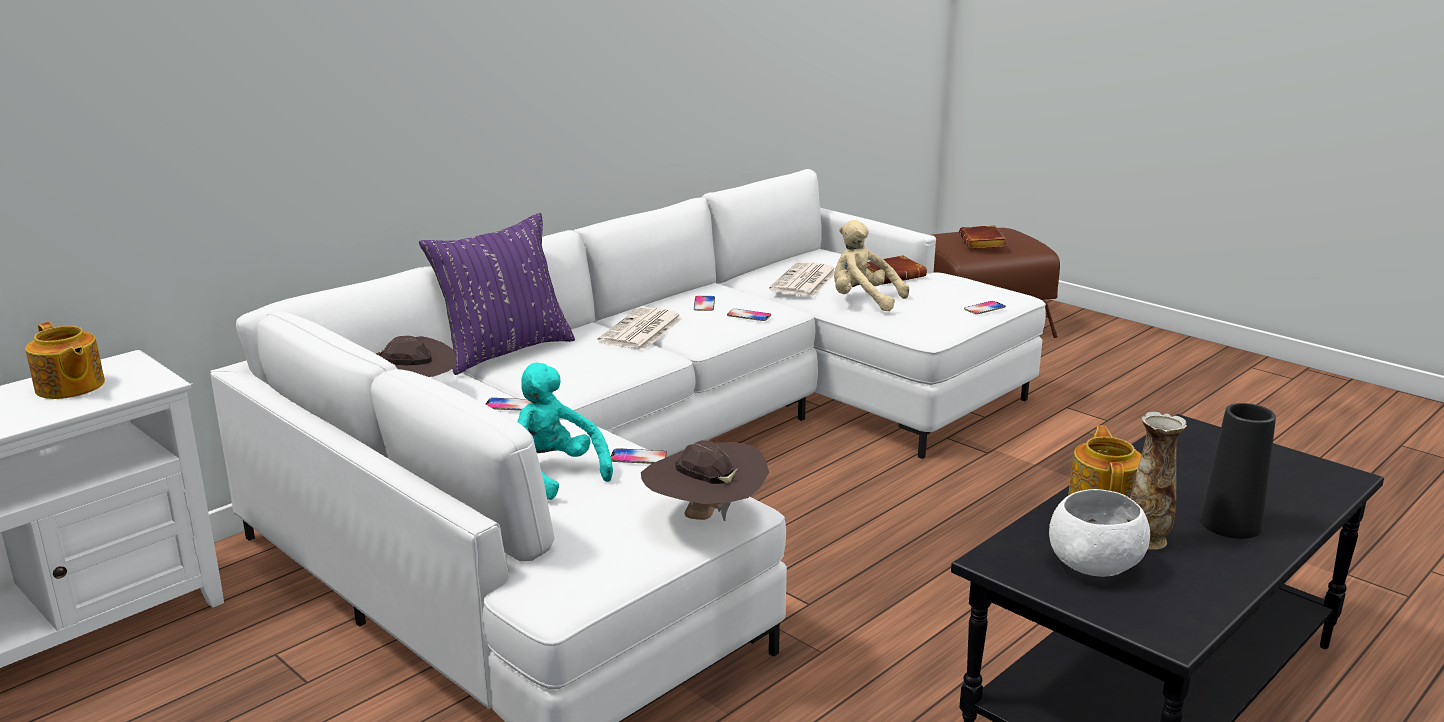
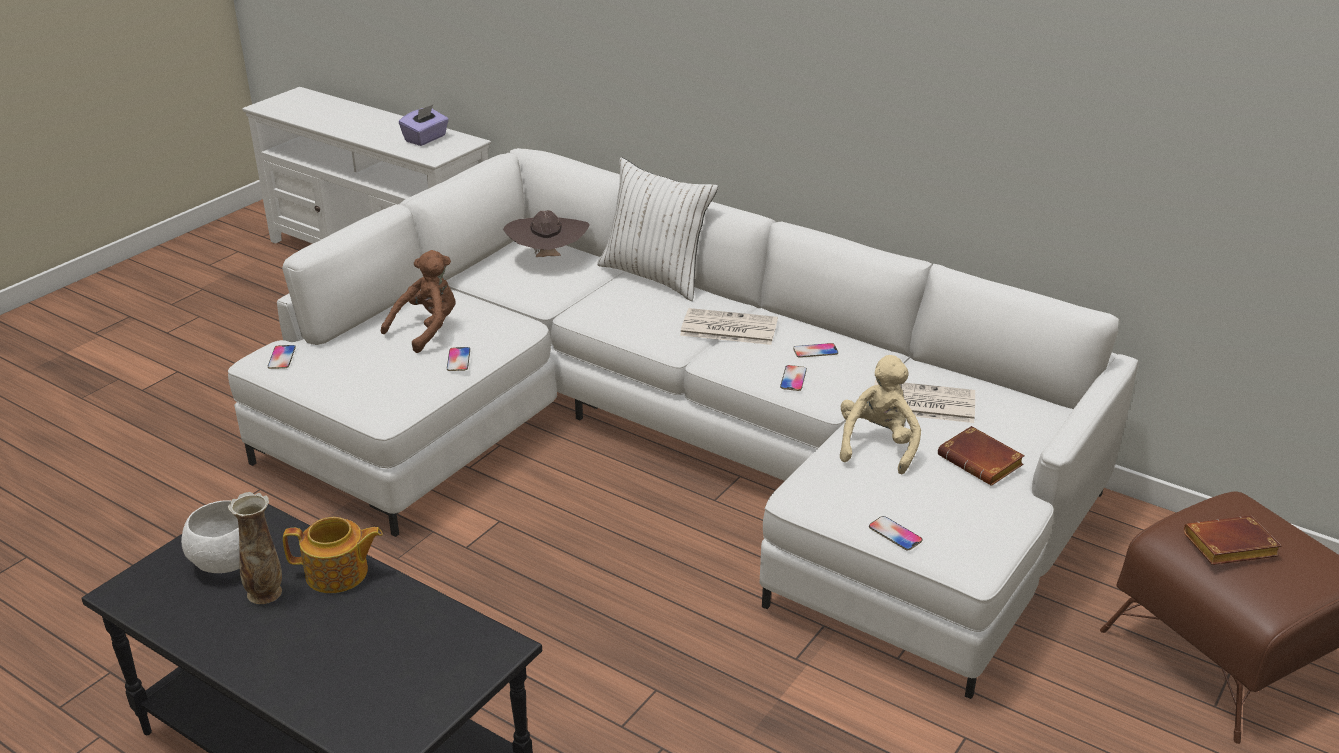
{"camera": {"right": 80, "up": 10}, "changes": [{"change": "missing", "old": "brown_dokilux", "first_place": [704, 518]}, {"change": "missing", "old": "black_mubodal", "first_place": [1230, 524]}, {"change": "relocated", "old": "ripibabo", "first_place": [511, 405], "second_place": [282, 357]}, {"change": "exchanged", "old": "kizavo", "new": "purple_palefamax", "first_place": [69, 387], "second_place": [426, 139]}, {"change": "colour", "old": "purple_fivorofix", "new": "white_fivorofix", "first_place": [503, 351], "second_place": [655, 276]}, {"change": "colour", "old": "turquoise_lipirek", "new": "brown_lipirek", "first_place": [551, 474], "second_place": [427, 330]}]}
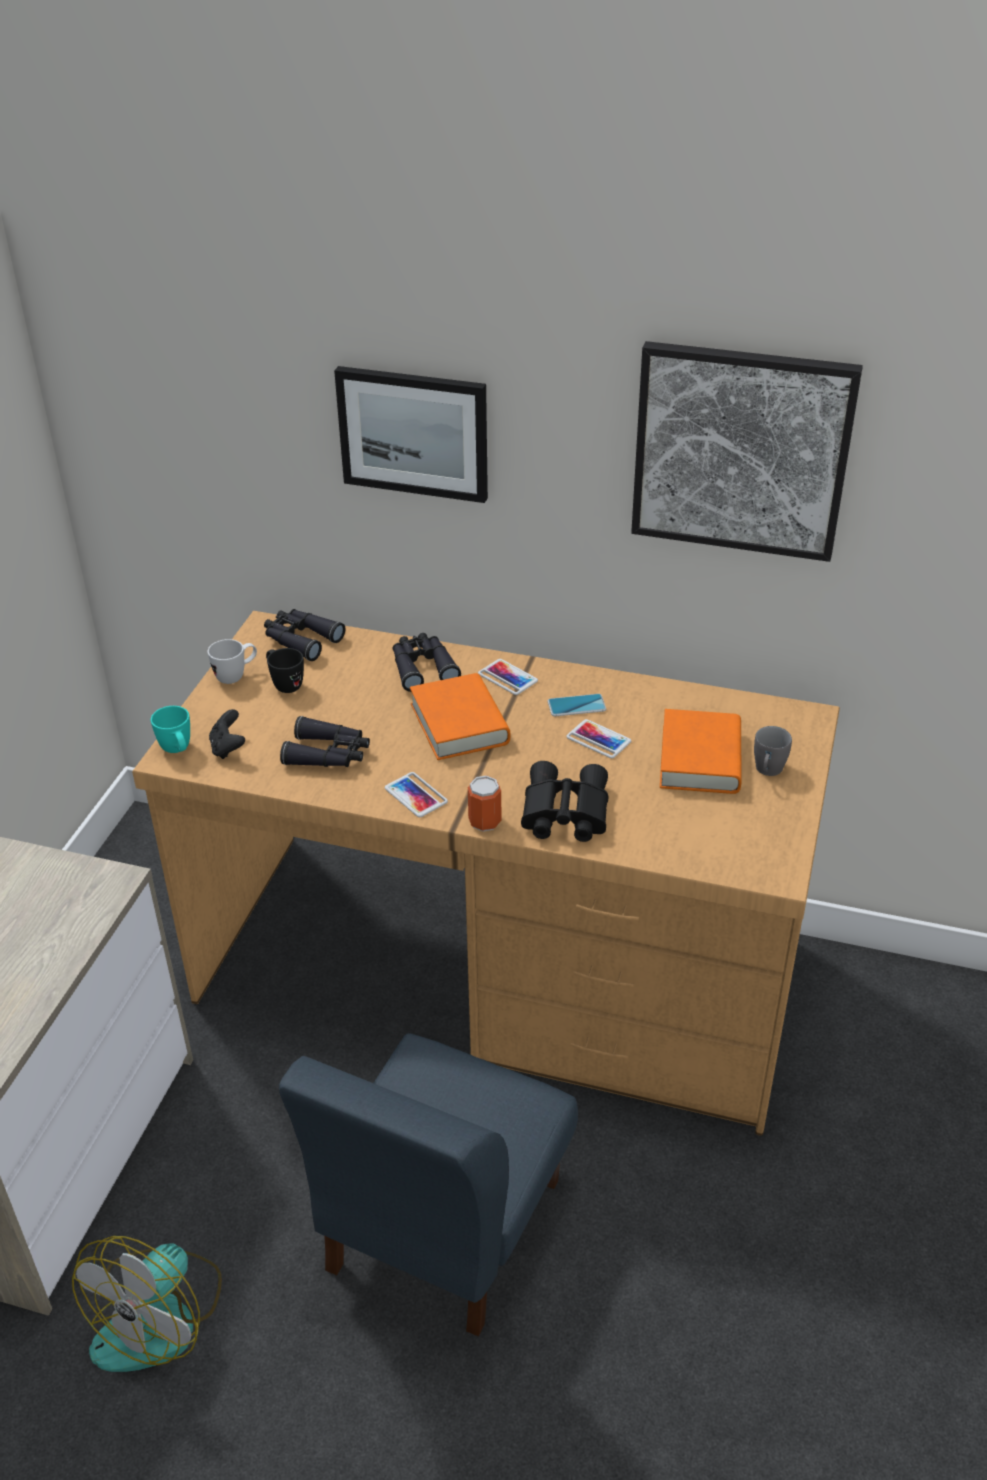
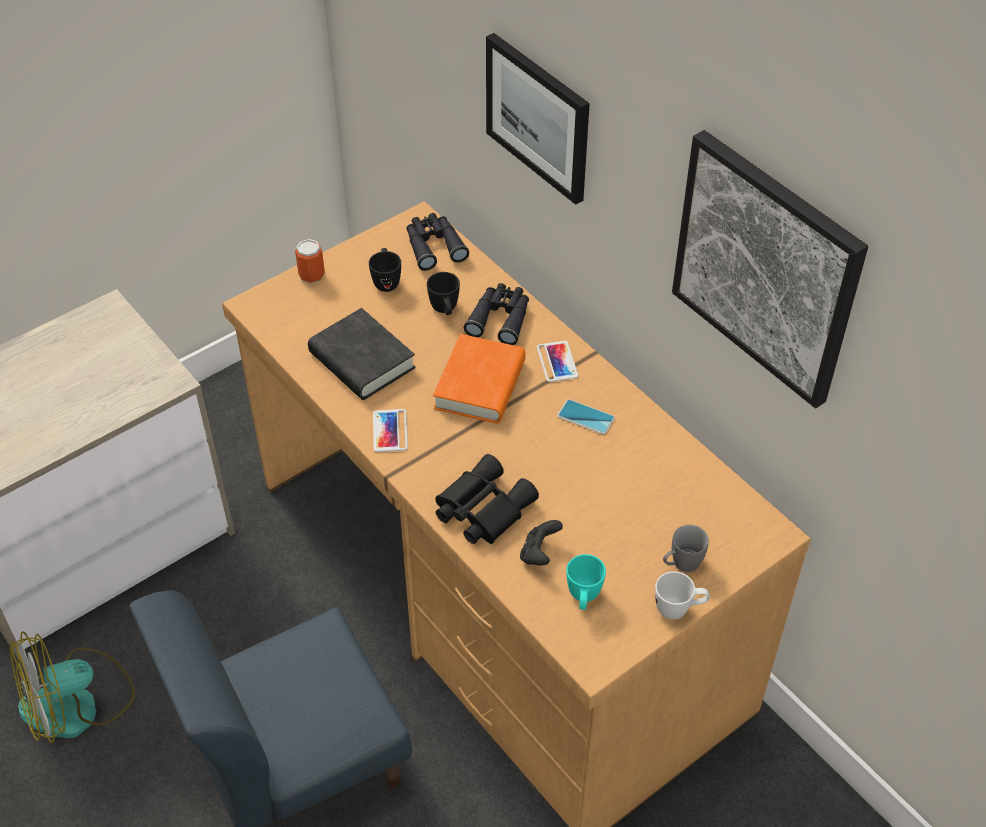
{"camera": {"right": 35, "up": 10}, "changes": [{"change": "missing", "old": "ripibabo", "first_place": [598, 739]}, {"change": "missing", "old": "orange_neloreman", "first_place": [700, 759]}, {"change": "appeared", "new": "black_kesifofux", "second_place": [445, 311]}, {"change": "relocated", "old": "turquoise_kesifofux", "first_place": [178, 751], "second_place": [583, 599]}, {"change": "relocated", "old": "white_kesifofux", "first_place": [236, 676], "second_place": [679, 609]}, {"change": "relocated", "old": "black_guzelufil", "first_place": [228, 748], "second_place": [539, 553]}, {"change": "relocated", "old": "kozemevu", "first_place": [484, 821], "second_place": [311, 275]}, {"change": "exchanged", "old": "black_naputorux", "new": "black_neloreman", "first_place": [329, 754], "second_place": [362, 361]}]}
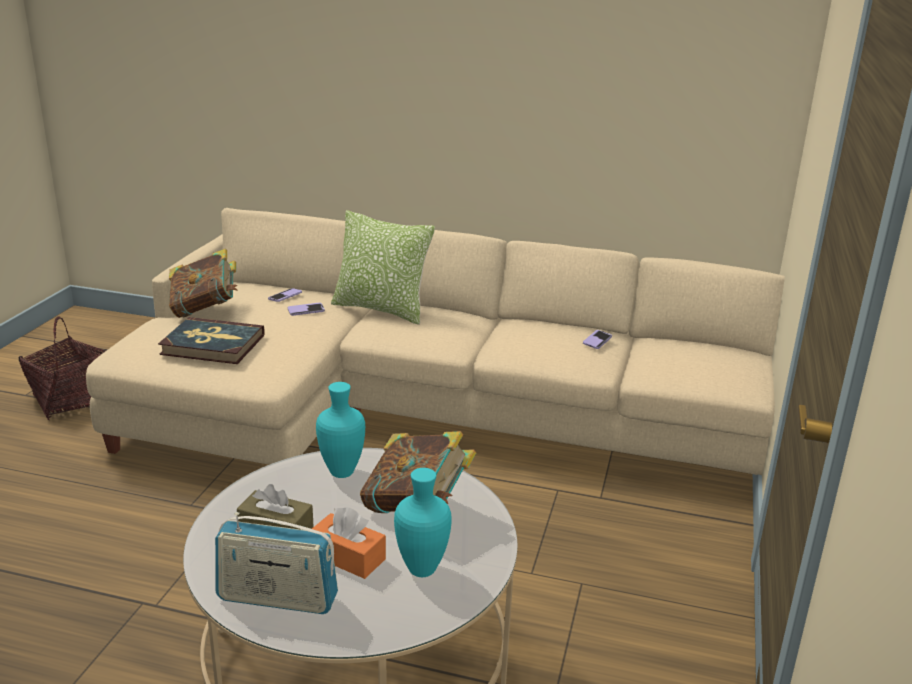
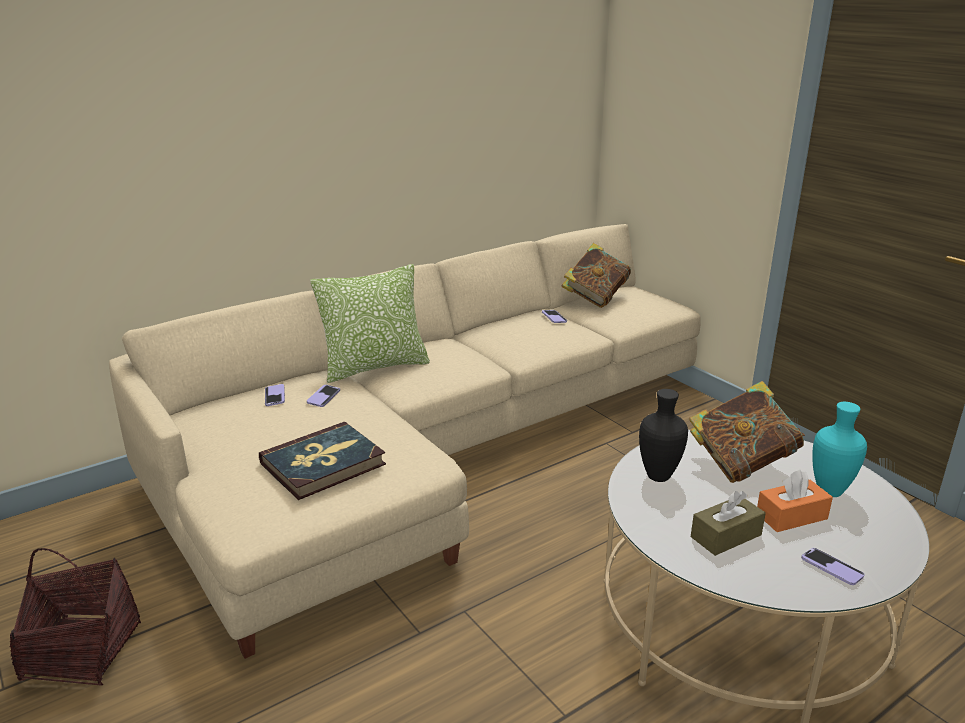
{"camera": {"right": -50, "up": 0}, "changes": [{"change": "relocated", "old": "neloreman", "first_place": [205, 310], "second_place": [595, 298]}, {"change": "exchanged", "old": "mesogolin", "new": "ripibabo", "first_place": [277, 598], "second_place": [831, 568]}, {"change": "colour", "old": "turquoise_mubodal", "new": "black_mubodal", "first_place": [342, 473], "second_place": [660, 476]}]}
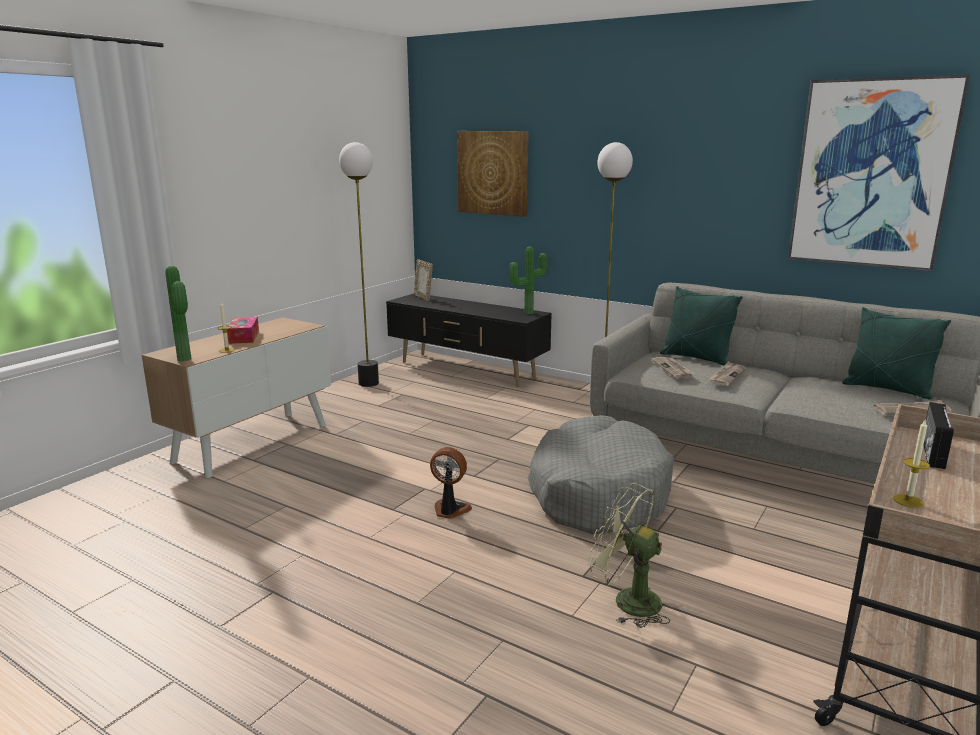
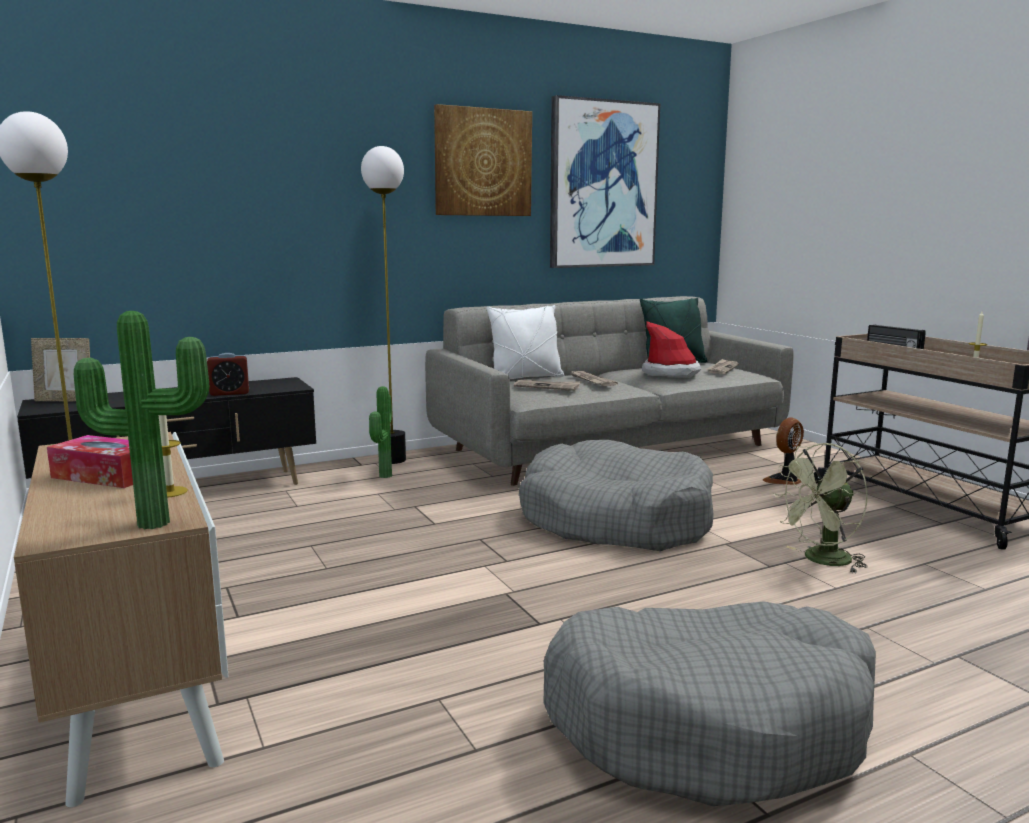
{"camera": {"right": -60, "up": -5}, "changes": [{"change": "appeared", "new": "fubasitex", "second_place": [229, 393]}, {"change": "appeared", "new": "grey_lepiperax", "second_place": [710, 724]}, {"change": "appeared", "new": "dokilux", "second_place": [671, 373]}, {"change": "relocated", "old": "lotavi", "first_place": [450, 510], "second_place": [784, 481]}, {"change": "relocated", "old": "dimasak", "first_place": [493, 173], "second_place": [483, 162]}, {"change": "relocated", "old": "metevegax", "first_place": [527, 312], "second_place": [383, 476]}, {"change": "colour", "old": "green_fivorofix", "new": "white_fivorofix", "first_place": [696, 358], "second_place": [526, 378]}]}
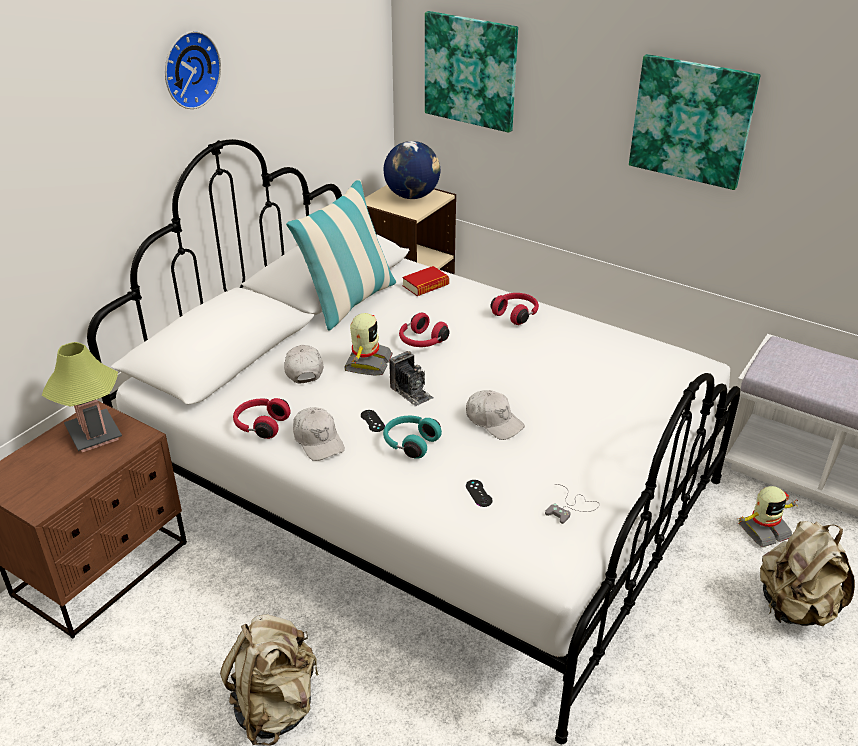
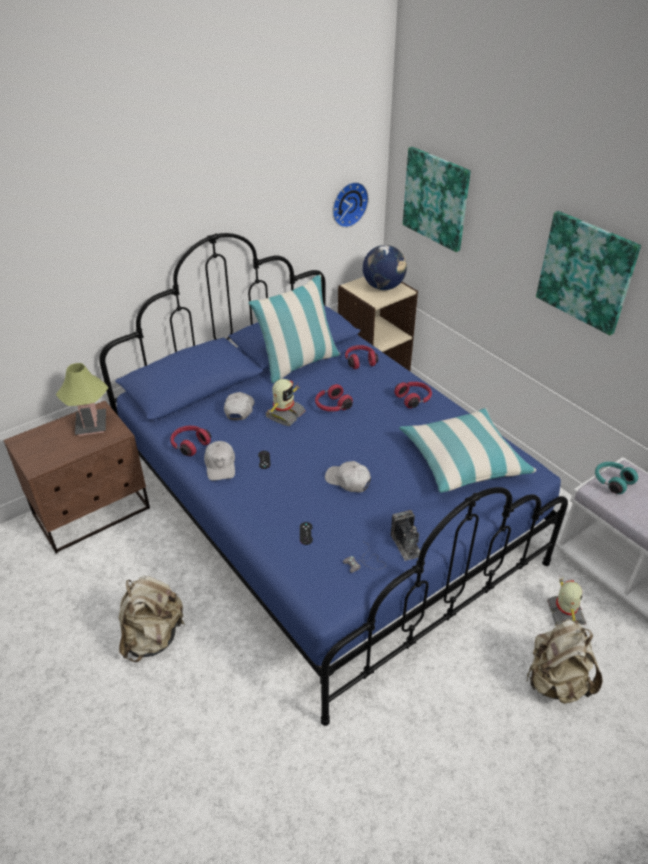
{"camera": {"right": 20, "up": 5}, "changes": [{"change": "appeared", "new": "fivorofix", "second_place": [463, 460]}, {"change": "relocated", "old": "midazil", "first_place": [189, 69], "second_place": [348, 203]}, {"change": "relocated", "old": "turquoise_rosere", "first_place": [410, 443], "second_place": [612, 481]}, {"change": "relocated", "old": "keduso", "first_place": [411, 392], "second_place": [406, 545]}, {"change": "exchanged", "old": "neloreman", "new": "red_rosere", "first_place": [425, 285], "second_place": [360, 361]}, {"change": "colour", "old": "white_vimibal", "new": "blue_vimibal", "first_place": [429, 493], "second_place": [324, 515]}, {"change": "spun", "old": "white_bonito", "first_place": [494, 421], "second_place": [348, 481], "degrees": 150}, {"change": "spun", "old": "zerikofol", "first_place": [763, 530], "second_place": [564, 613], "degrees": -90}]}
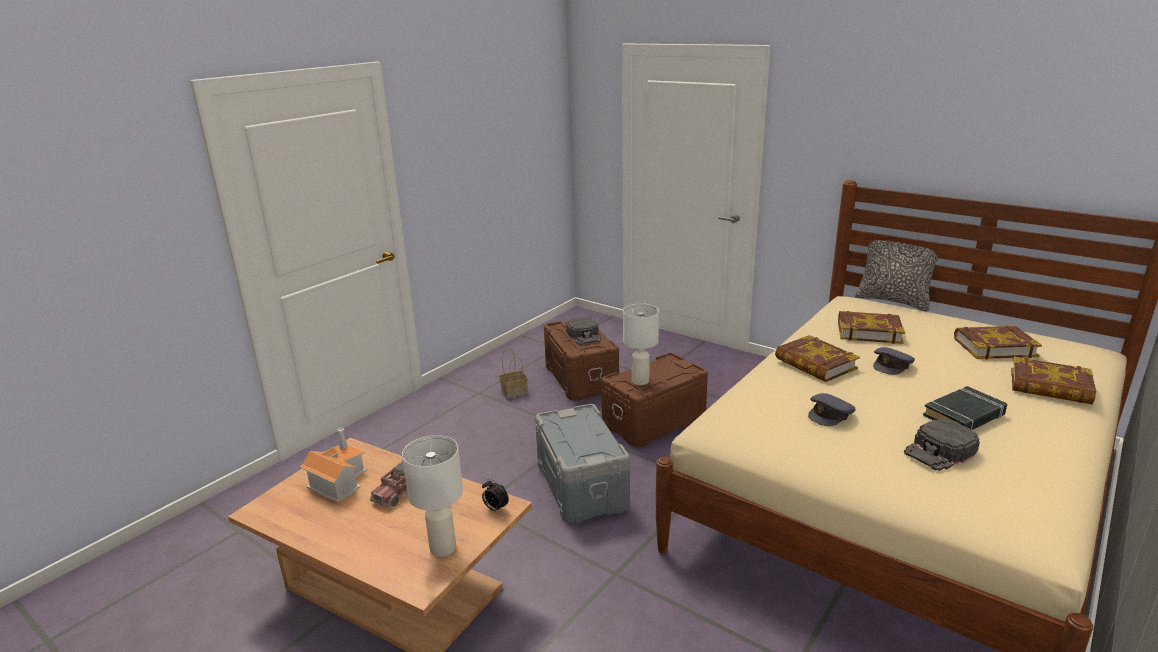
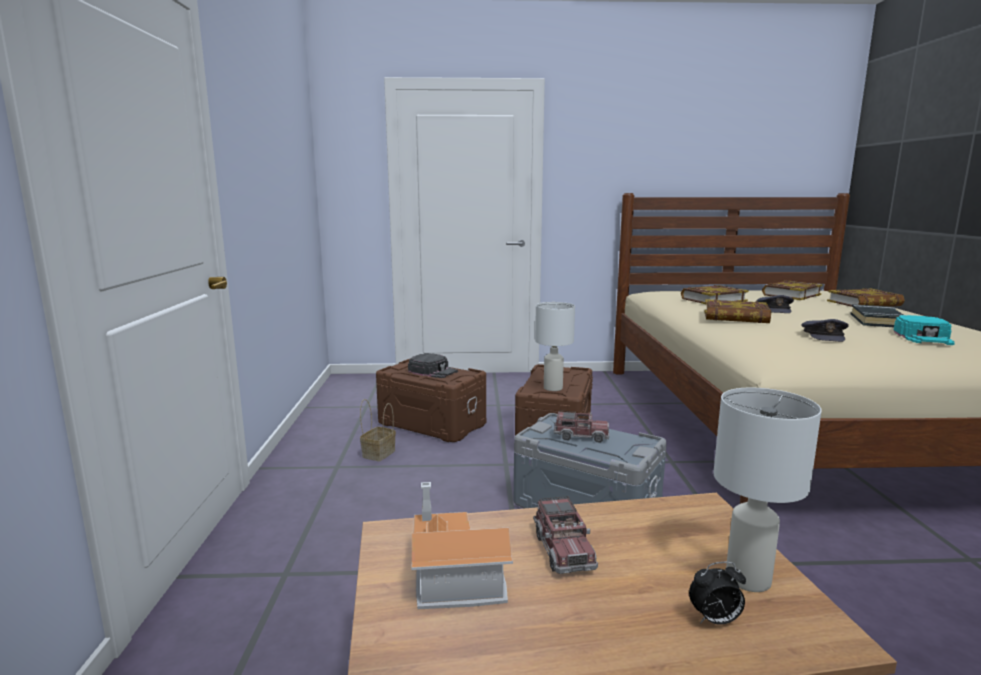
{"camera": {"right": -40, "up": -10}, "changes": [{"change": "missing", "old": "fivorofix", "first_place": [893, 301]}, {"change": "appeared", "new": "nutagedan", "second_place": [581, 436]}, {"change": "relocated", "old": "fubasitex", "first_place": [495, 508], "second_place": [715, 620]}, {"change": "colour", "old": "black_bonito", "new": "turquoise_bonito", "first_place": [940, 451], "second_place": [923, 337]}]}
